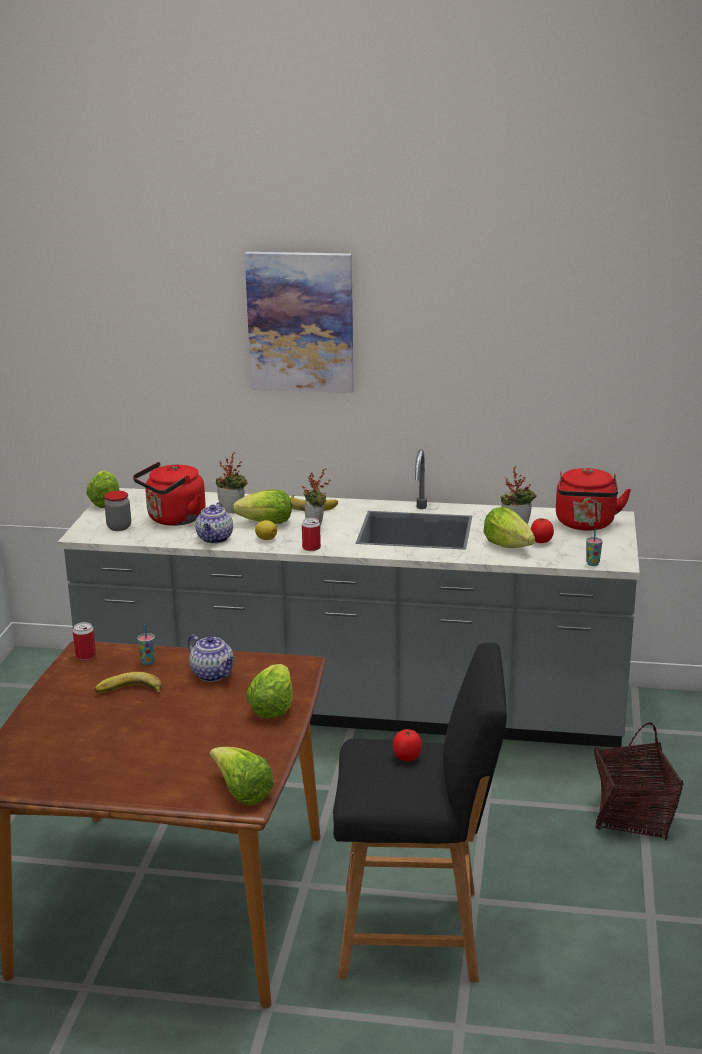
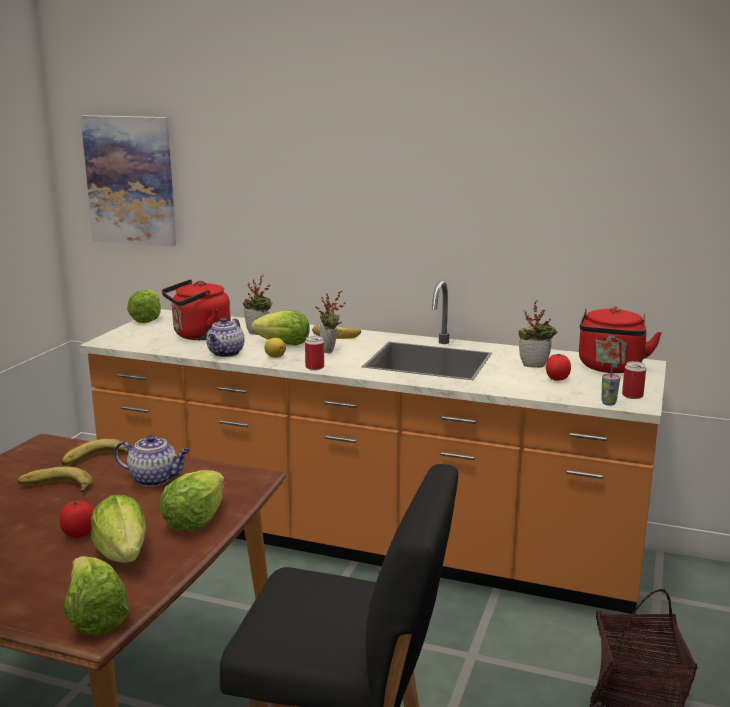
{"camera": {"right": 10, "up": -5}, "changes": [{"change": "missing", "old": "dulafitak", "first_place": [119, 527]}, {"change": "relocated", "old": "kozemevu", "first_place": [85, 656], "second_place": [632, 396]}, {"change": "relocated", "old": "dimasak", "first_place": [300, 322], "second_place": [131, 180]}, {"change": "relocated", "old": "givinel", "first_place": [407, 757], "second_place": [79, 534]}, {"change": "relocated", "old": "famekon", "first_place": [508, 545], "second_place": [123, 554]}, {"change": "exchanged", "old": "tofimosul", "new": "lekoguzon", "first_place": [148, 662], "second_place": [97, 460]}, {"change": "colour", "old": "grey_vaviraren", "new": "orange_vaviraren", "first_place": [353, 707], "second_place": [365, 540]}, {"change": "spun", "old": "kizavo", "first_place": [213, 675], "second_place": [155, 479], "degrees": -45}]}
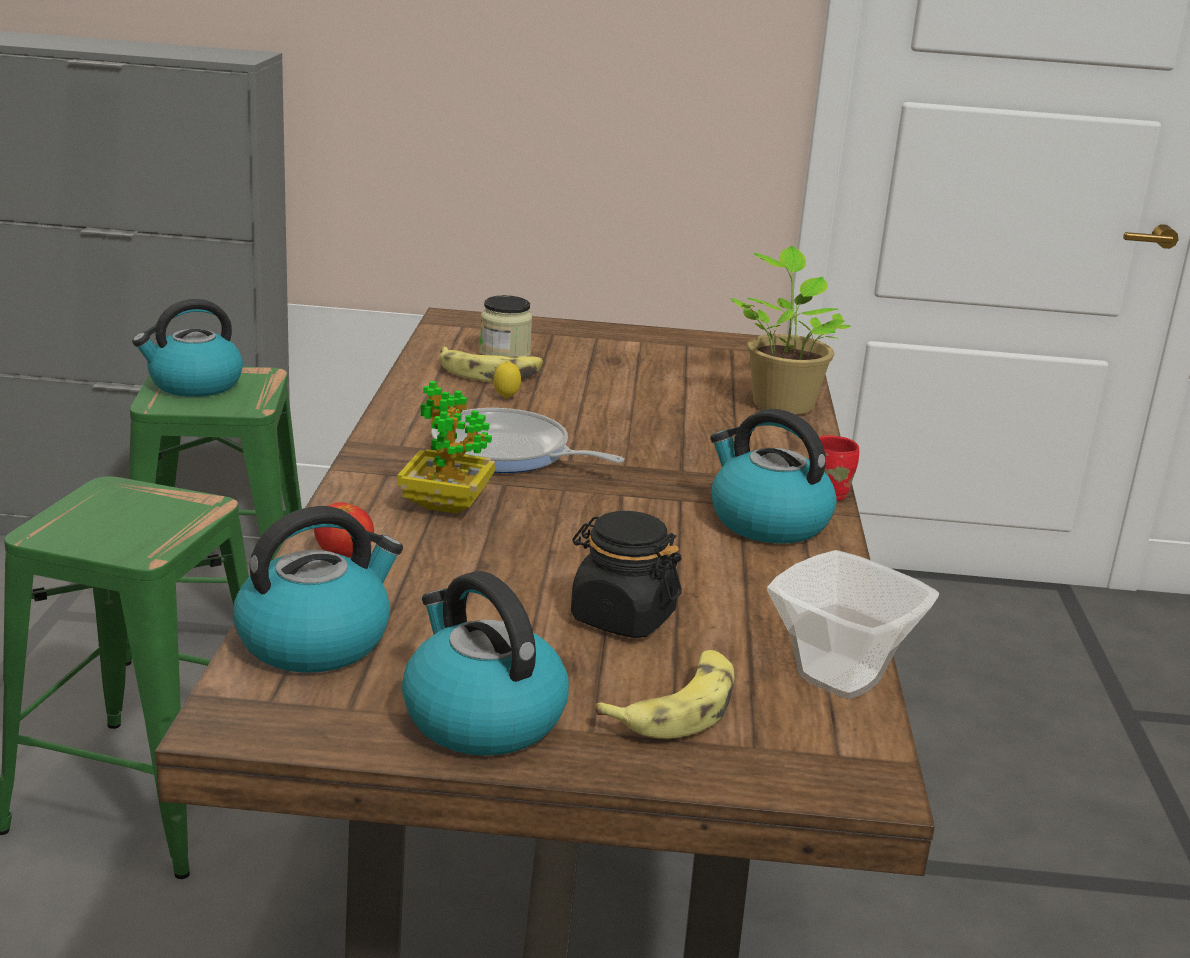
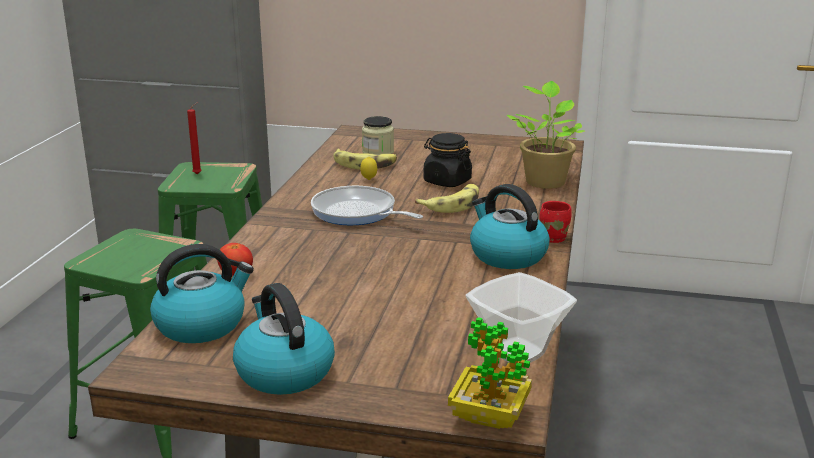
{"camera": {"right": 10, "up": 0}, "changes": [{"change": "relocated", "old": "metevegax", "first_place": [446, 504], "second_place": [489, 417]}, {"change": "relocated", "old": "black_dulafitak", "first_place": [622, 617], "second_place": [447, 181]}, {"change": "relocated", "old": "lekoguzon", "first_place": [676, 708], "second_place": [452, 204]}, {"change": "exchanged", "old": "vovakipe", "new": "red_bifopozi", "first_place": [194, 385], "second_place": [198, 174]}]}
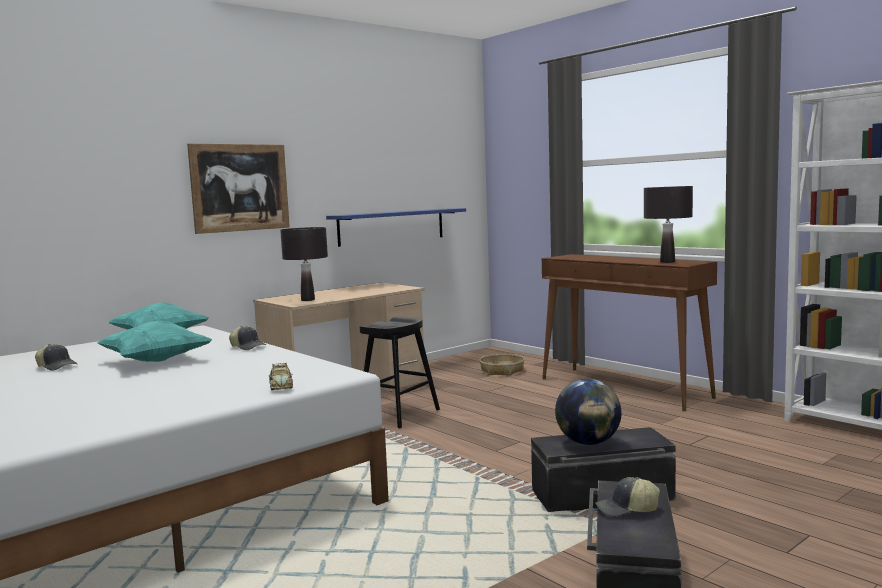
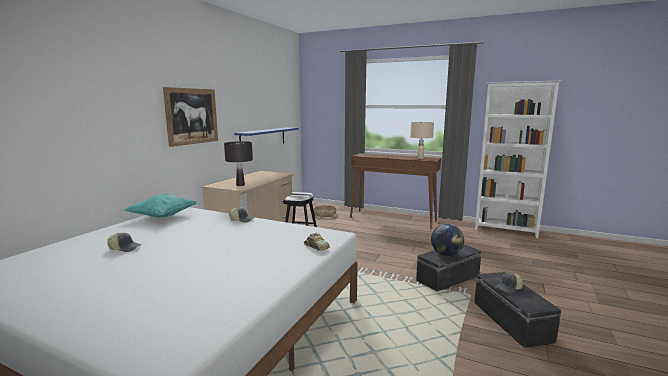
{"camera": {"right": -25, "up": 5}, "changes": [{"change": "missing", "old": "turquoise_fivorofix", "first_place": [155, 361]}, {"change": "colour", "old": "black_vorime", "new": "beige_vorime", "first_place": [667, 262], "second_place": [420, 158]}]}
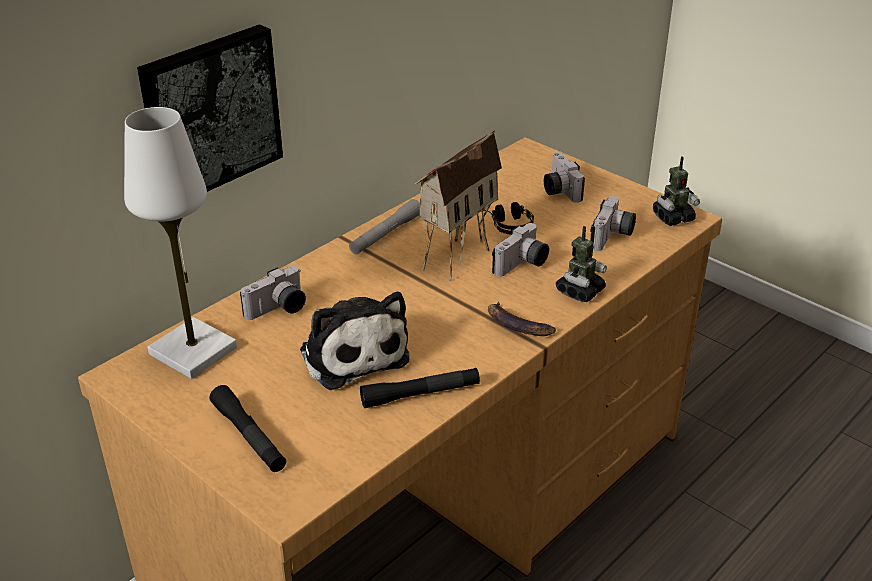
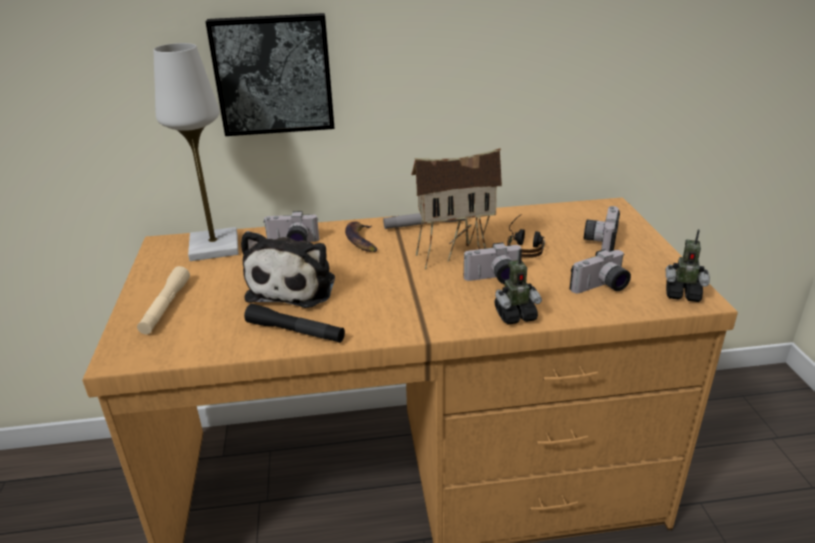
{"camera": {"right": 40, "up": -5}, "changes": [{"change": "relocated", "old": "lekoguzon", "first_place": [517, 325], "second_place": [361, 241]}, {"change": "colour", "old": "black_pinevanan", "new": "beige_pinevanan", "first_place": [249, 436], "second_place": [165, 307]}]}
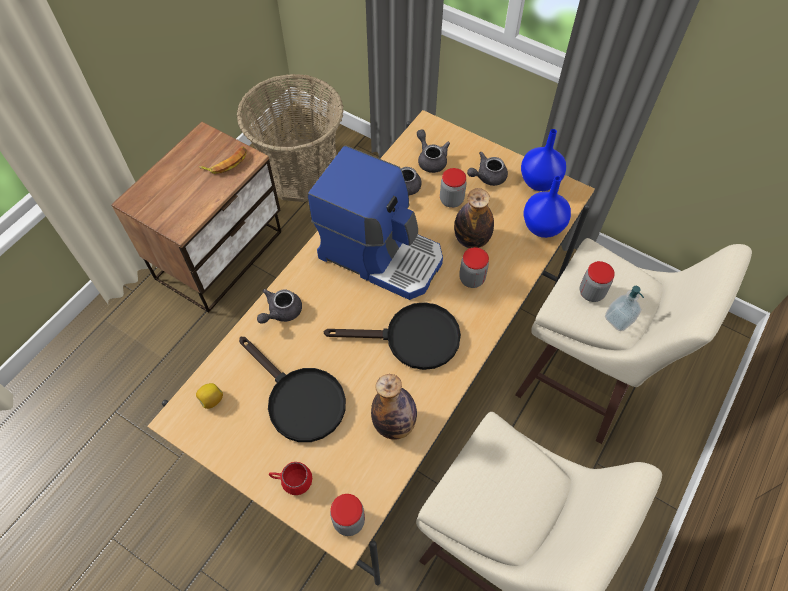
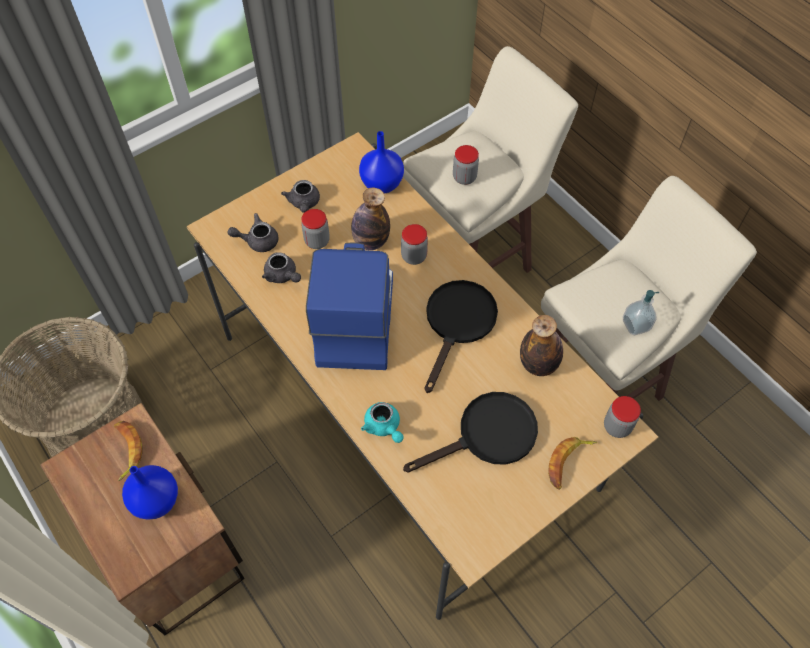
{"camera": {"right": -70, "up": 0}, "changes": [{"change": "missing", "old": "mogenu", "first_place": [211, 400]}, {"change": "relocated", "old": "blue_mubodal", "first_place": [538, 182], "second_place": [156, 502]}, {"change": "relocated", "old": "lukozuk", "first_place": [619, 319], "second_place": [636, 325]}, {"change": "exchanged", "old": "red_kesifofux", "new": "lekoguzon", "first_place": [292, 481], "second_place": [568, 463]}, {"change": "colour", "old": "grey_kizavo", "new": "turquoise_kizavo", "first_place": [281, 312], "second_place": [384, 427]}, {"change": "spun", "old": "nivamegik", "first_place": [381, 254], "second_place": [354, 319], "degrees": -45}]}
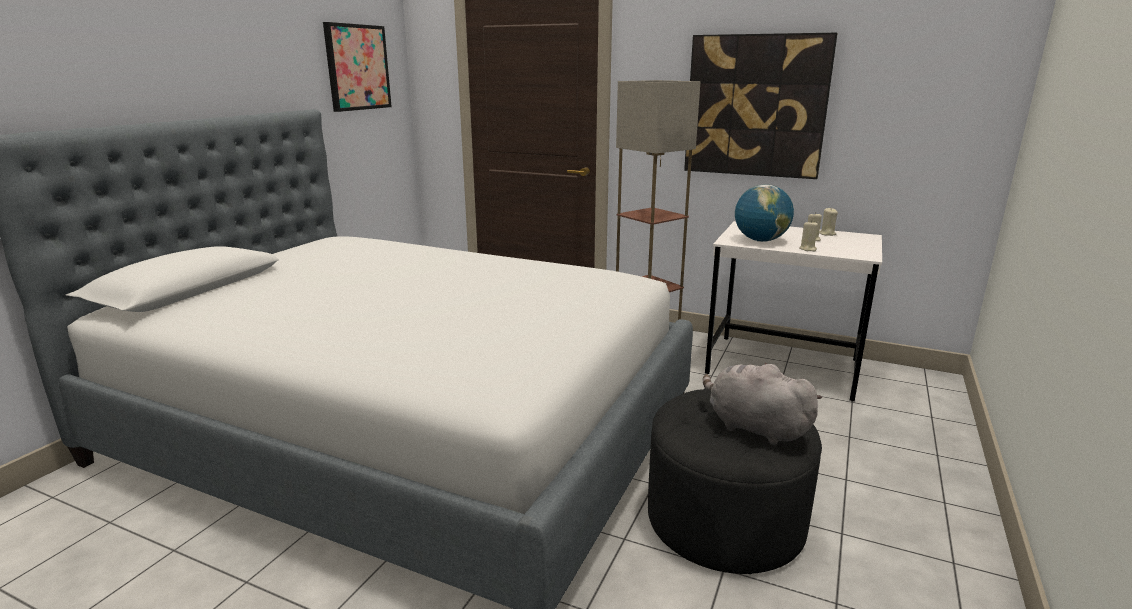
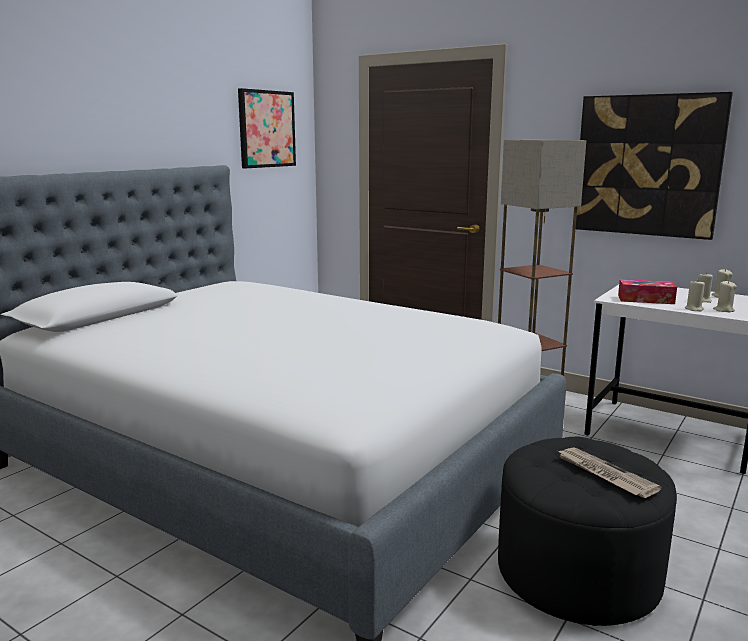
{"camera": {"right": 10, "up": -5}, "changes": [{"change": "appeared", "new": "beige_bifopozi", "second_place": [723, 310]}, {"change": "exchanged", "old": "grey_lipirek", "new": "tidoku", "first_place": [753, 427], "second_place": [604, 474]}, {"change": "exchanged", "old": "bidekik", "new": "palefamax", "first_place": [760, 240], "second_place": [645, 299]}]}
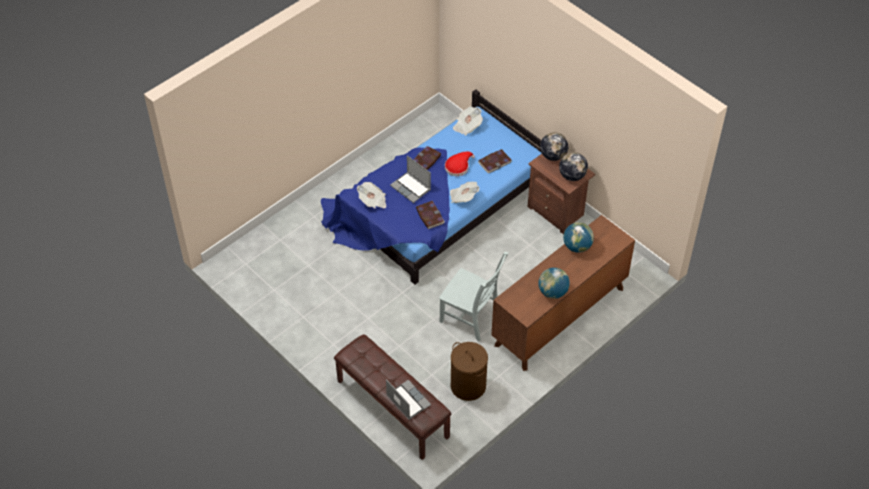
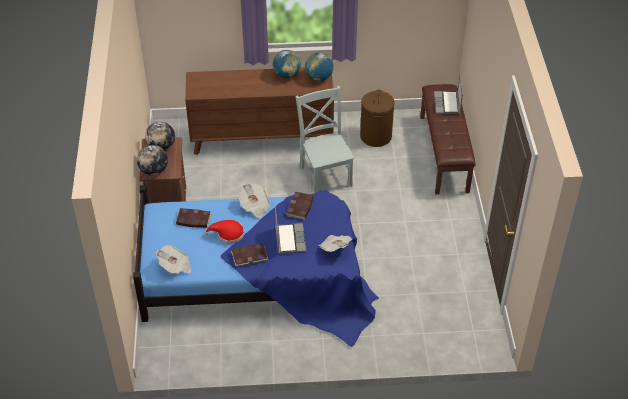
{"camera": {"right": -140, "up": -5}, "changes": [{"change": "relocated", "old": "bidekik", "first_place": [577, 246], "second_place": [319, 77]}]}
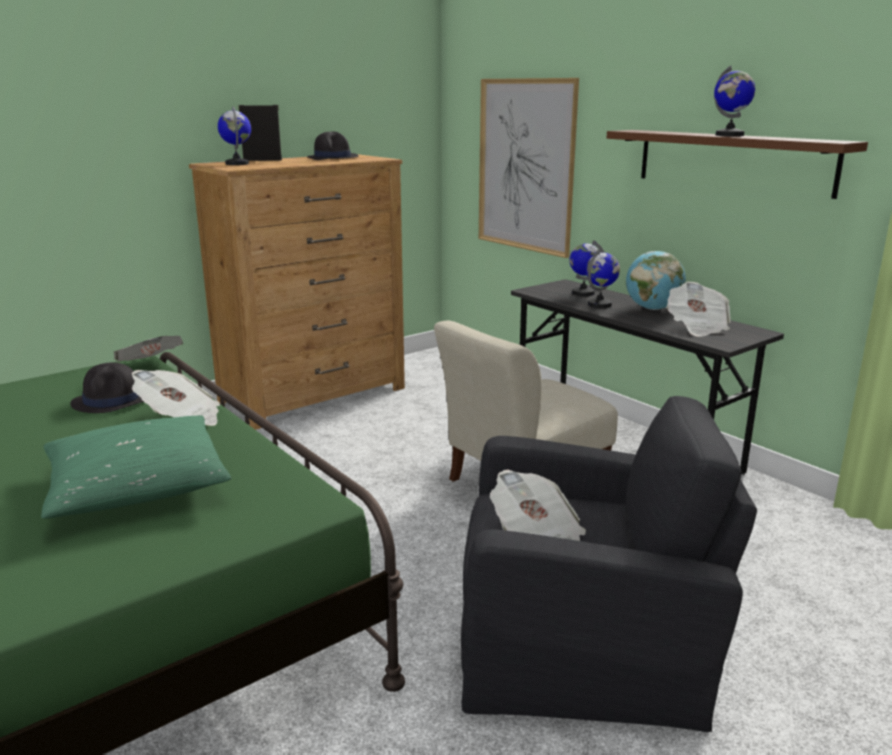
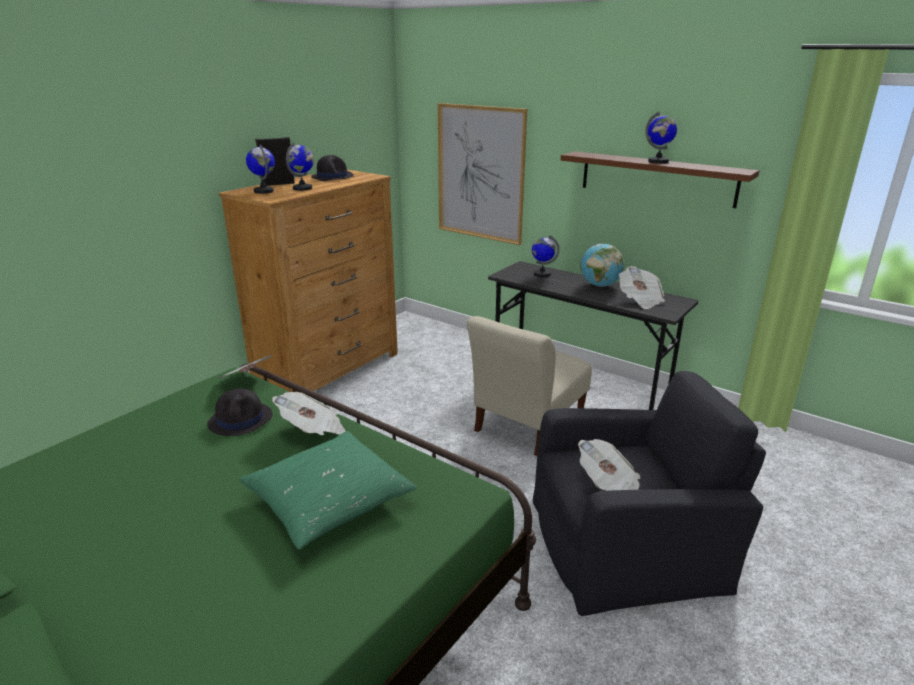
{"camera": {"right": -15, "up": 5}, "changes": [{"change": "relocated", "old": "bidekik", "first_place": [600, 305], "second_place": [303, 188]}]}
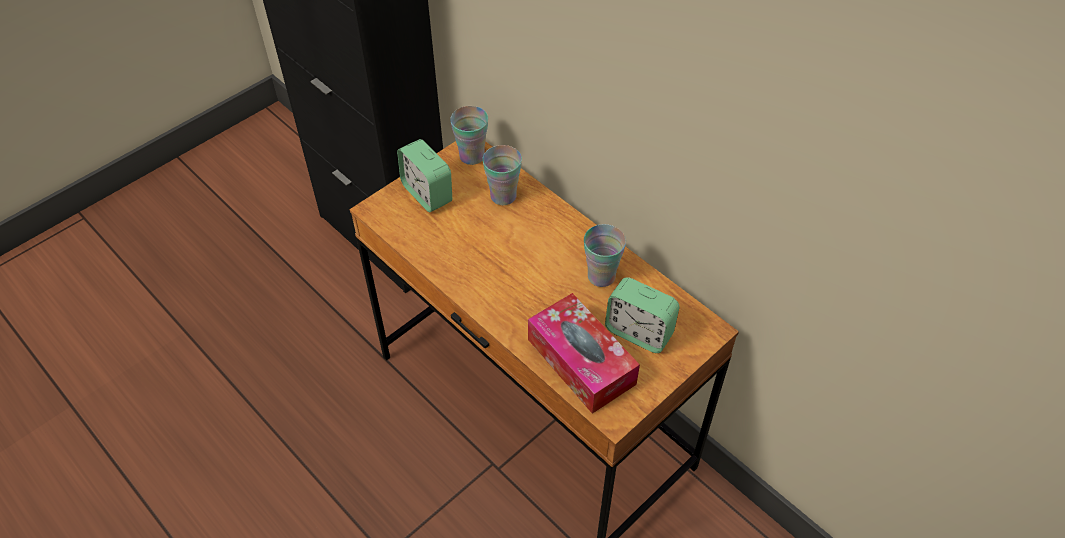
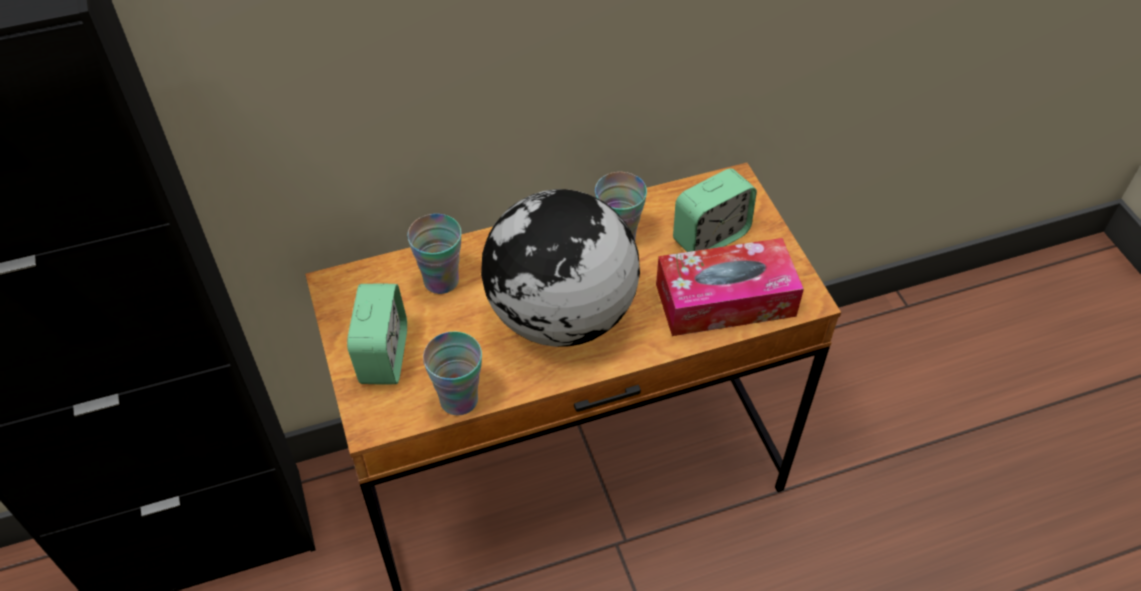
{"camera": {"right": -65, "up": 0}, "changes": [{"change": "appeared", "new": "bidekik", "second_place": [559, 316]}, {"change": "relocated", "old": "tofimosul", "first_place": [472, 156], "second_place": [459, 400]}, {"change": "spun", "old": "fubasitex", "first_place": [427, 193], "second_place": [383, 356], "degrees": -75}]}
